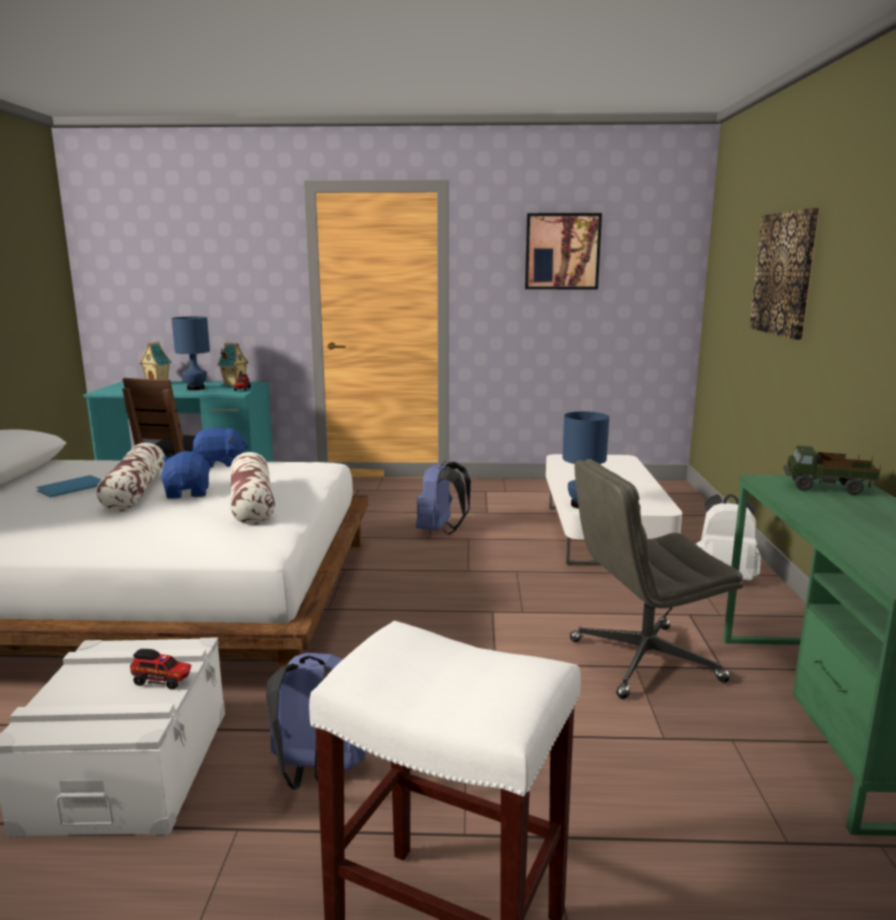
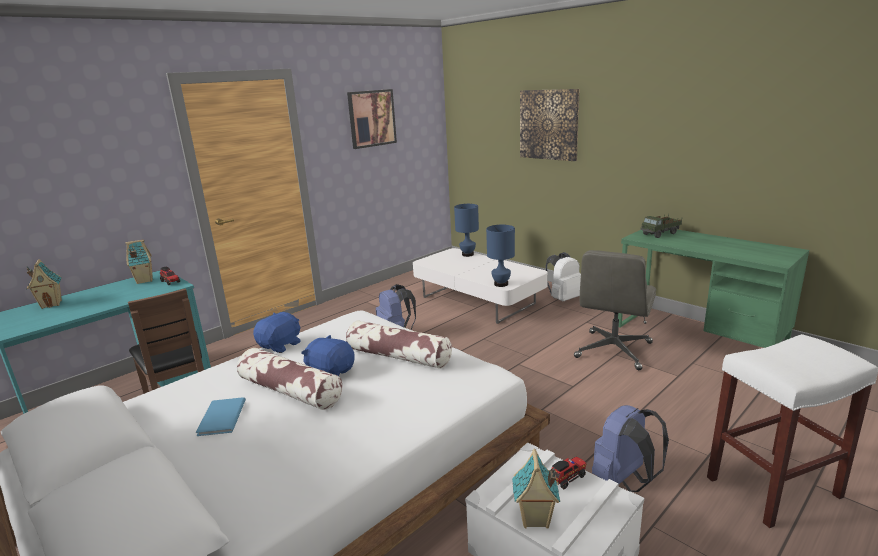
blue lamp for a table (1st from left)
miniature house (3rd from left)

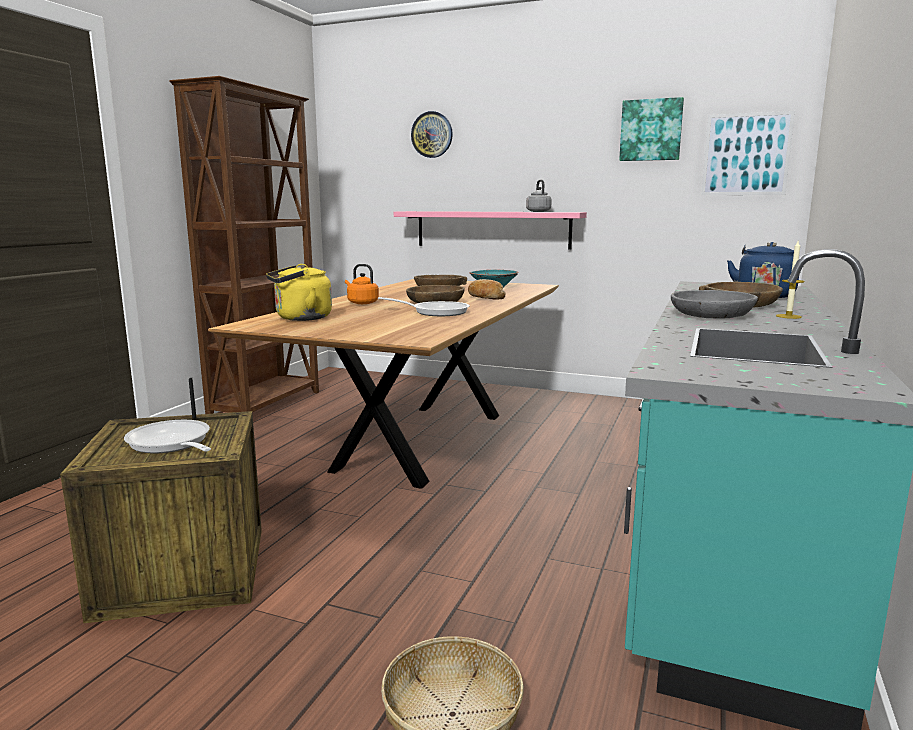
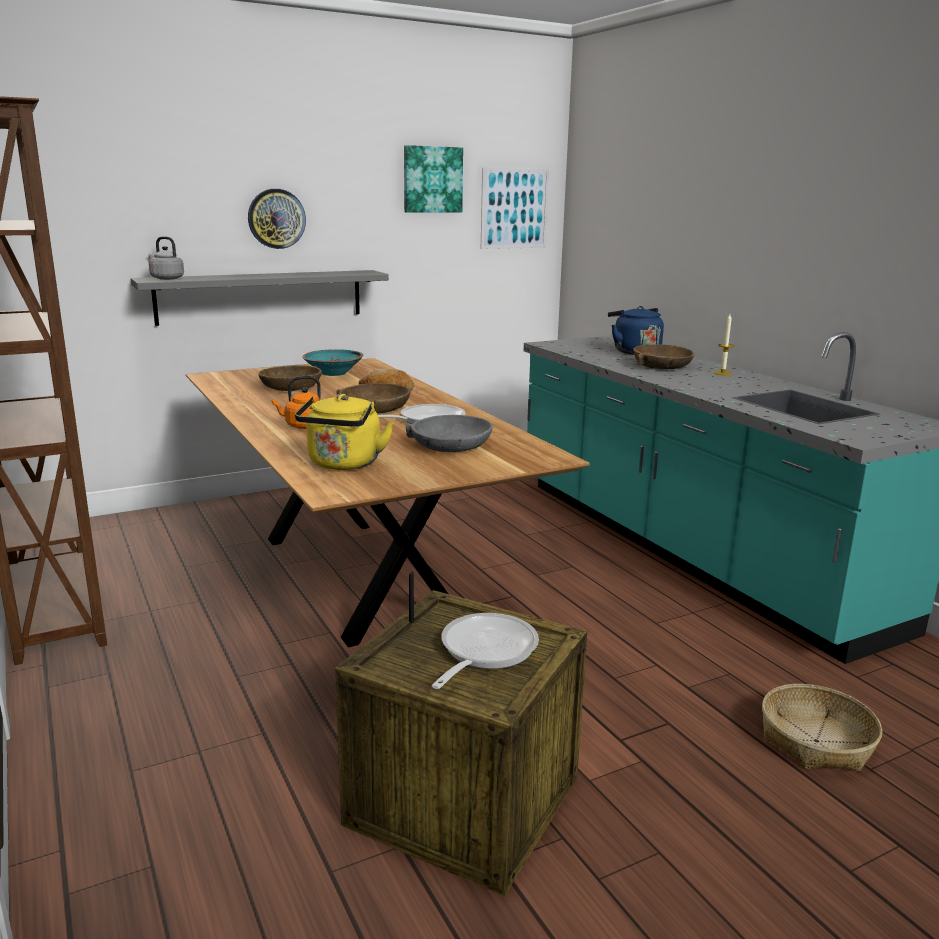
wall clock
greyish water kettle
greyish wall shelf
greyish bowl
skillet (2nd from left)

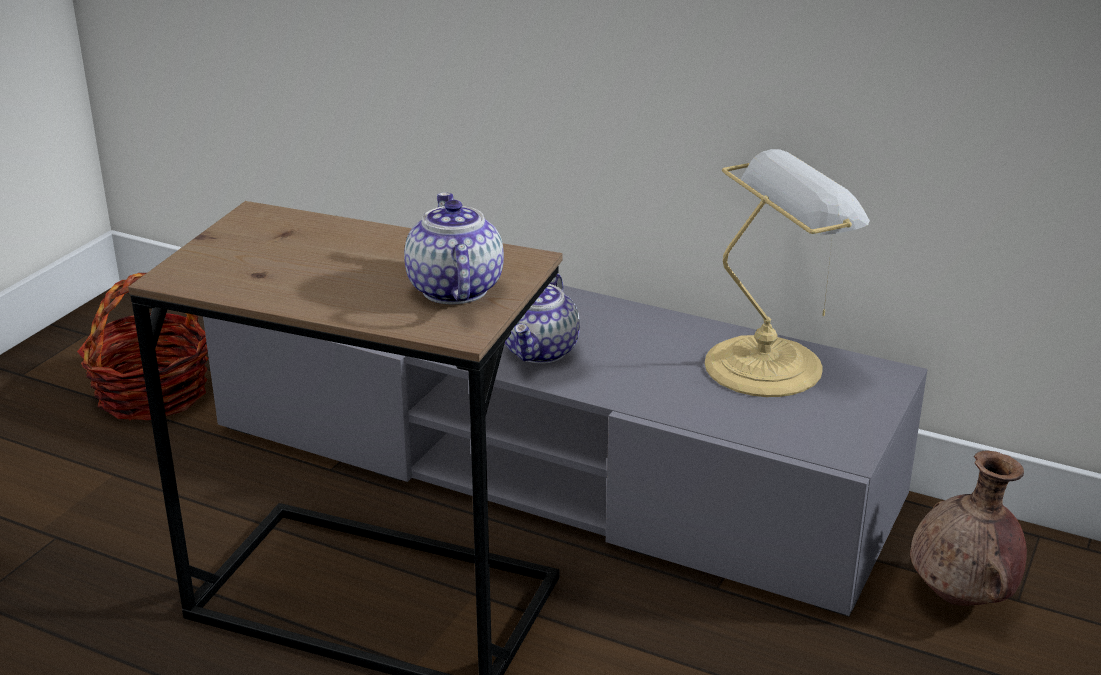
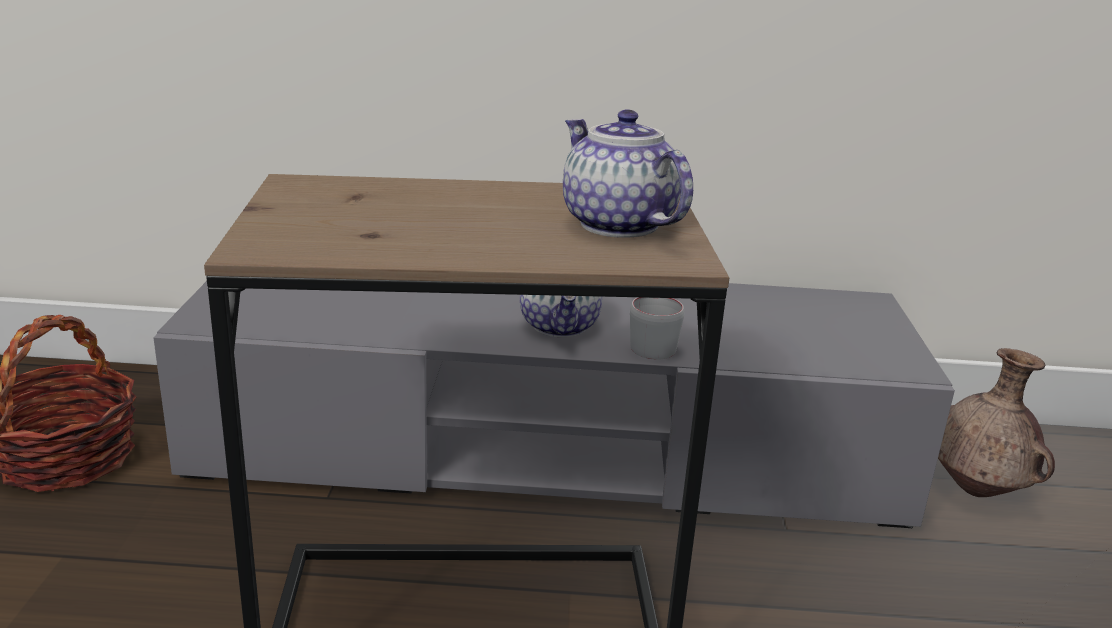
lamp for a table
greyish tea mug

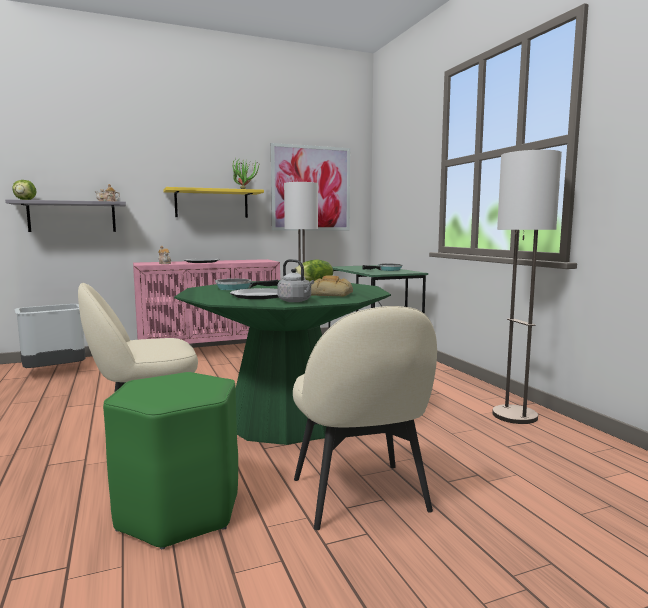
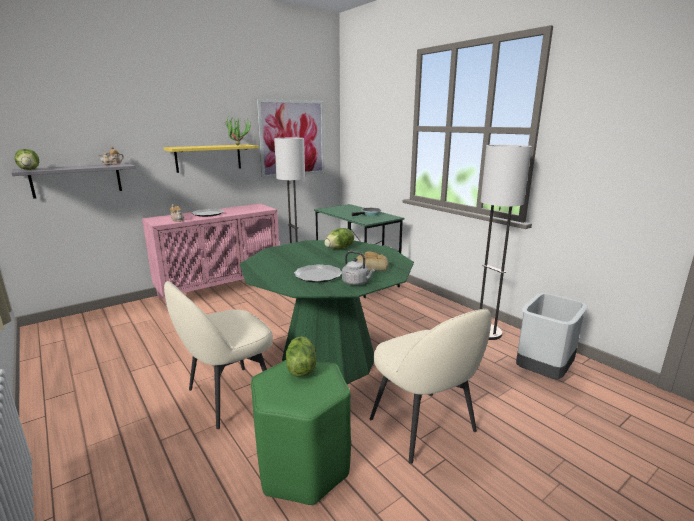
skillet (1st from left in the first image)
greyish rubbish bin
head of lettuce (2nd from left)

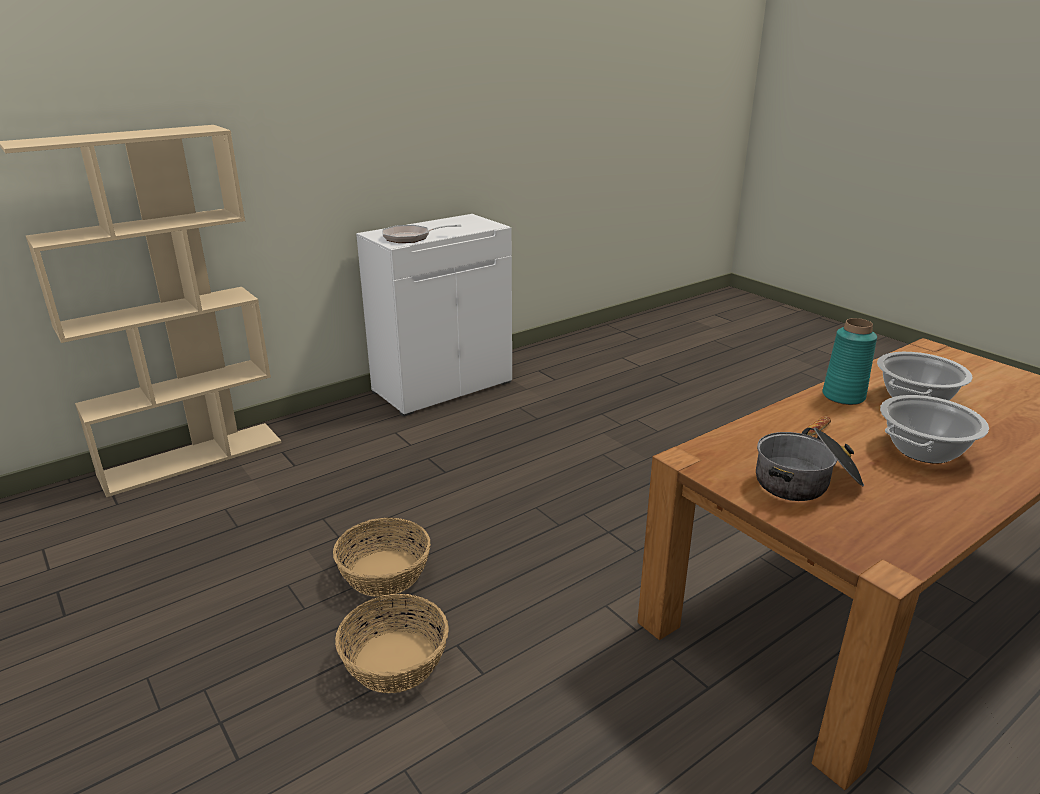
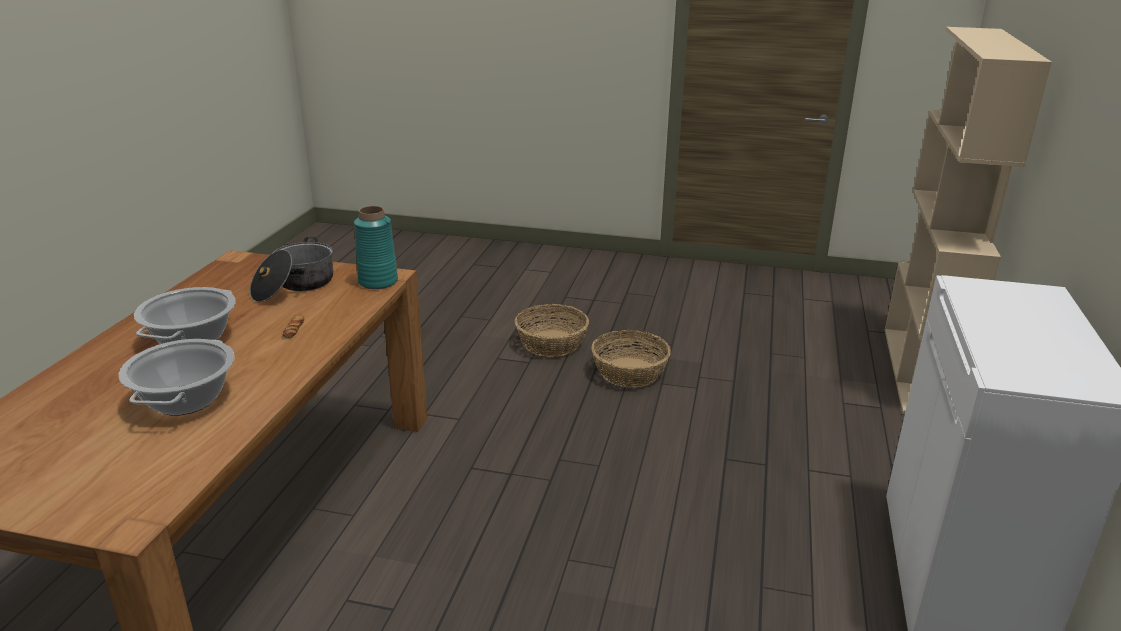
skillet
blue-green decorative vase

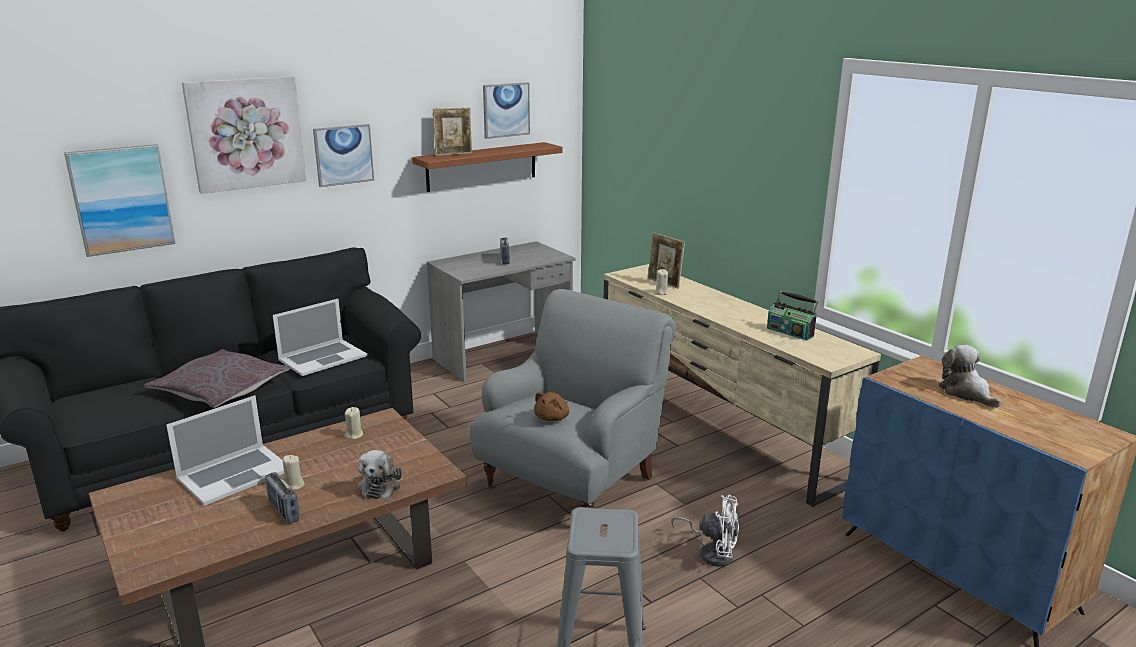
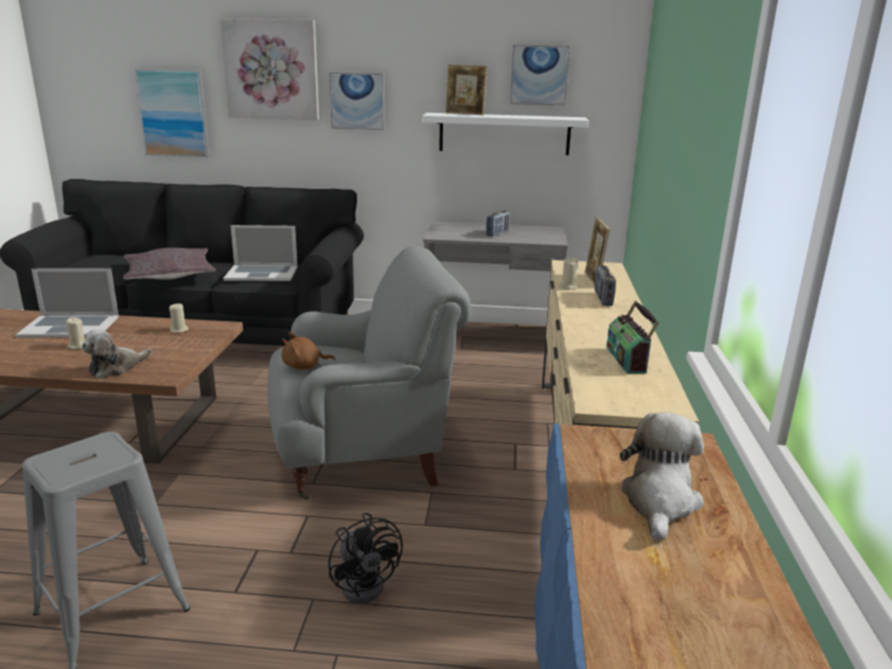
white wall shelf
radio receiver (2nd from left)
black-coloured fan

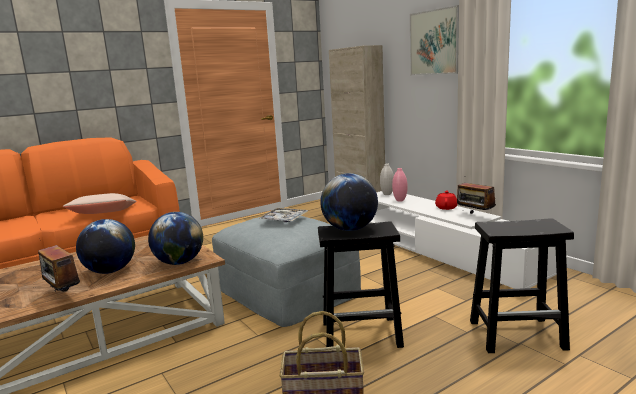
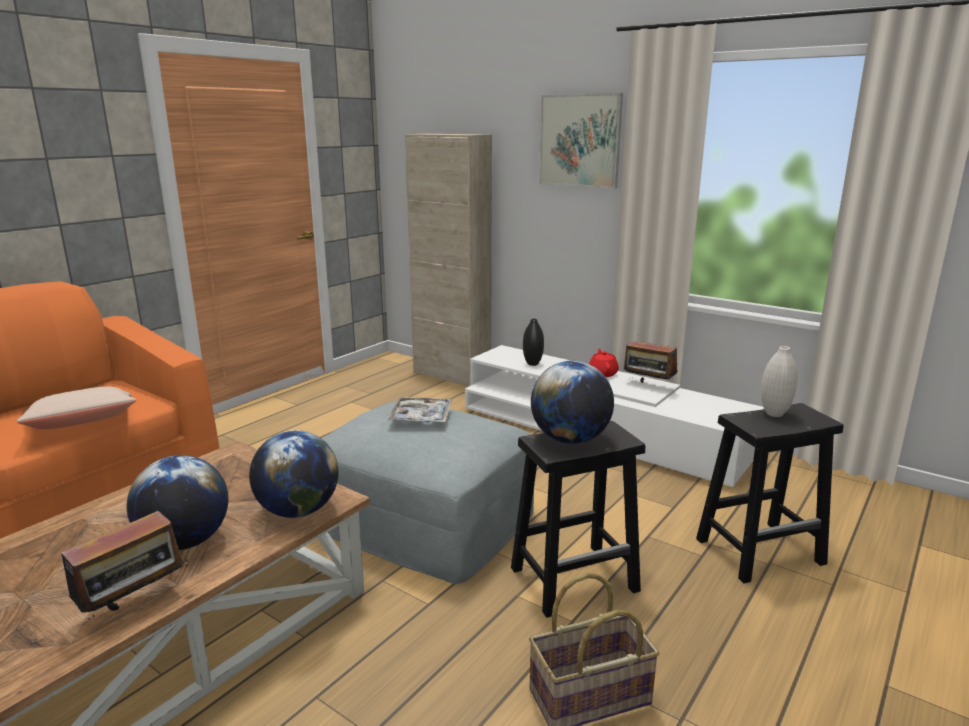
white decorative vase
black-coloured decorative vase
radio receiver (1st from left)

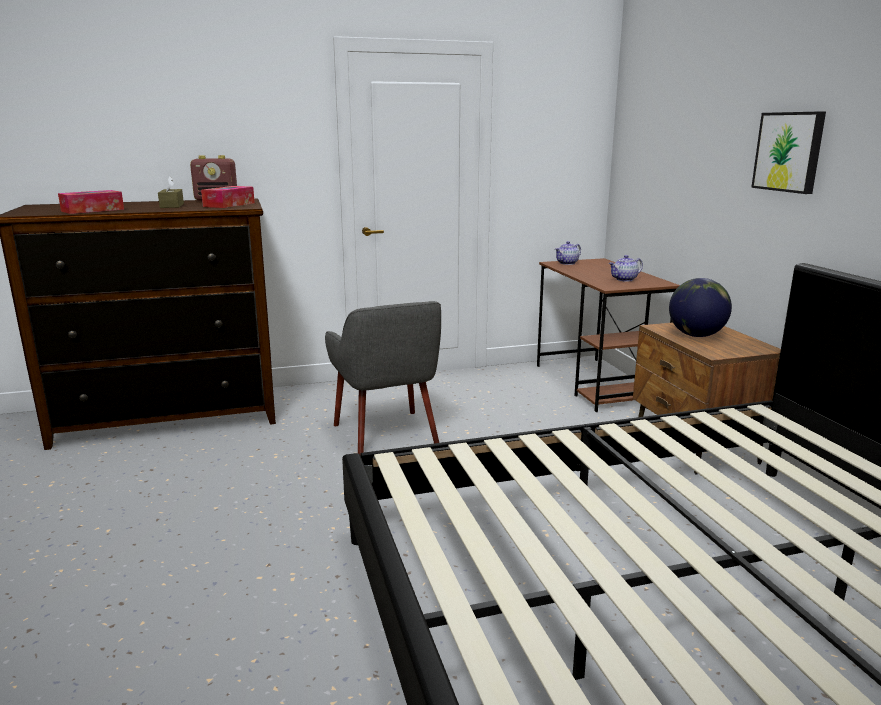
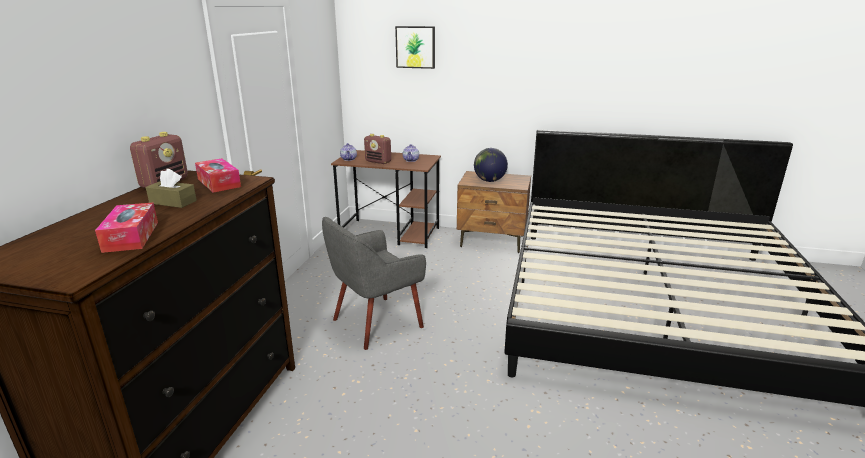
wall picture
greyish armchair
radio receiver (2nd from left)

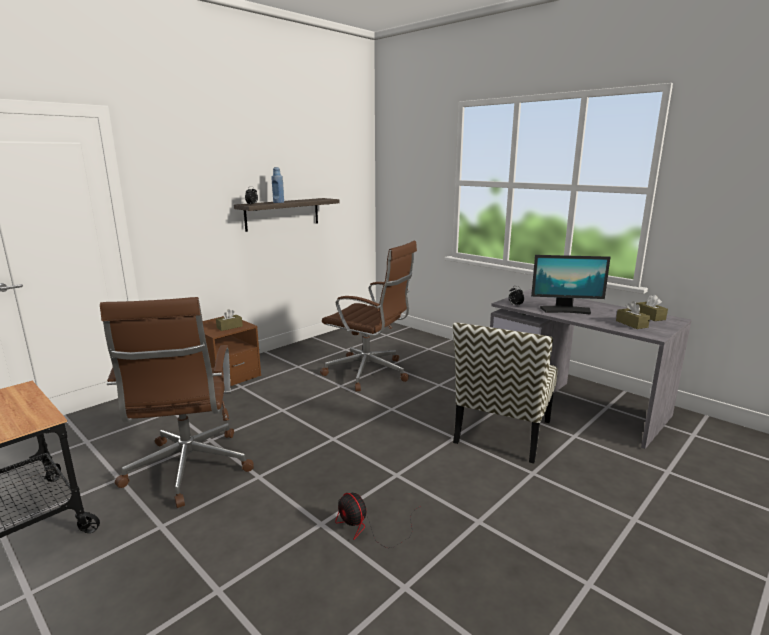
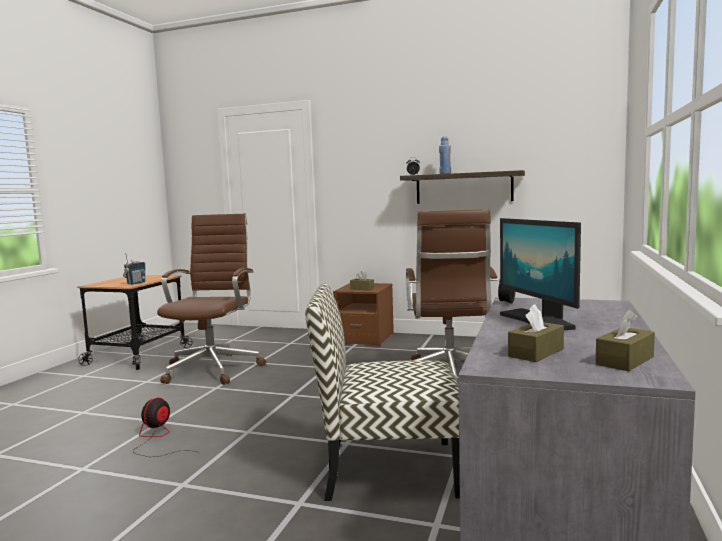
brownish desk chair (1st from left)
radio receiver

